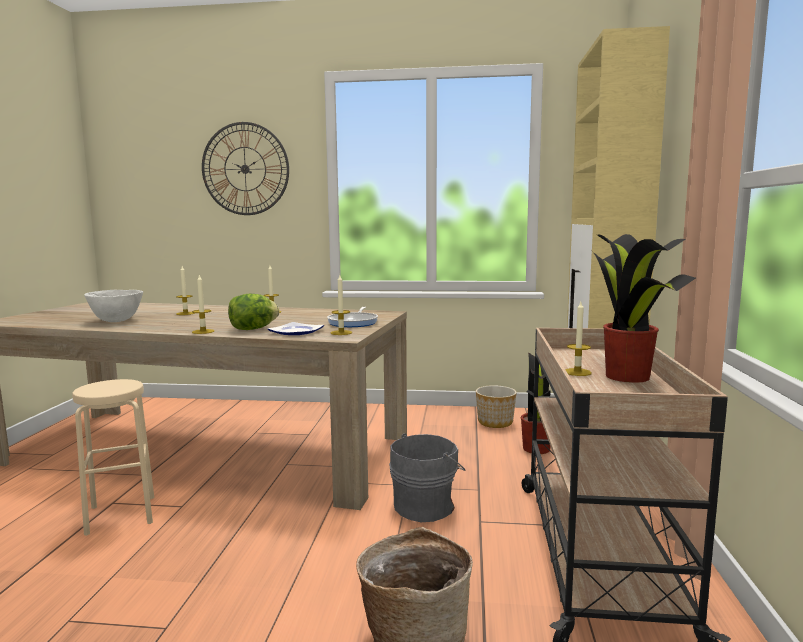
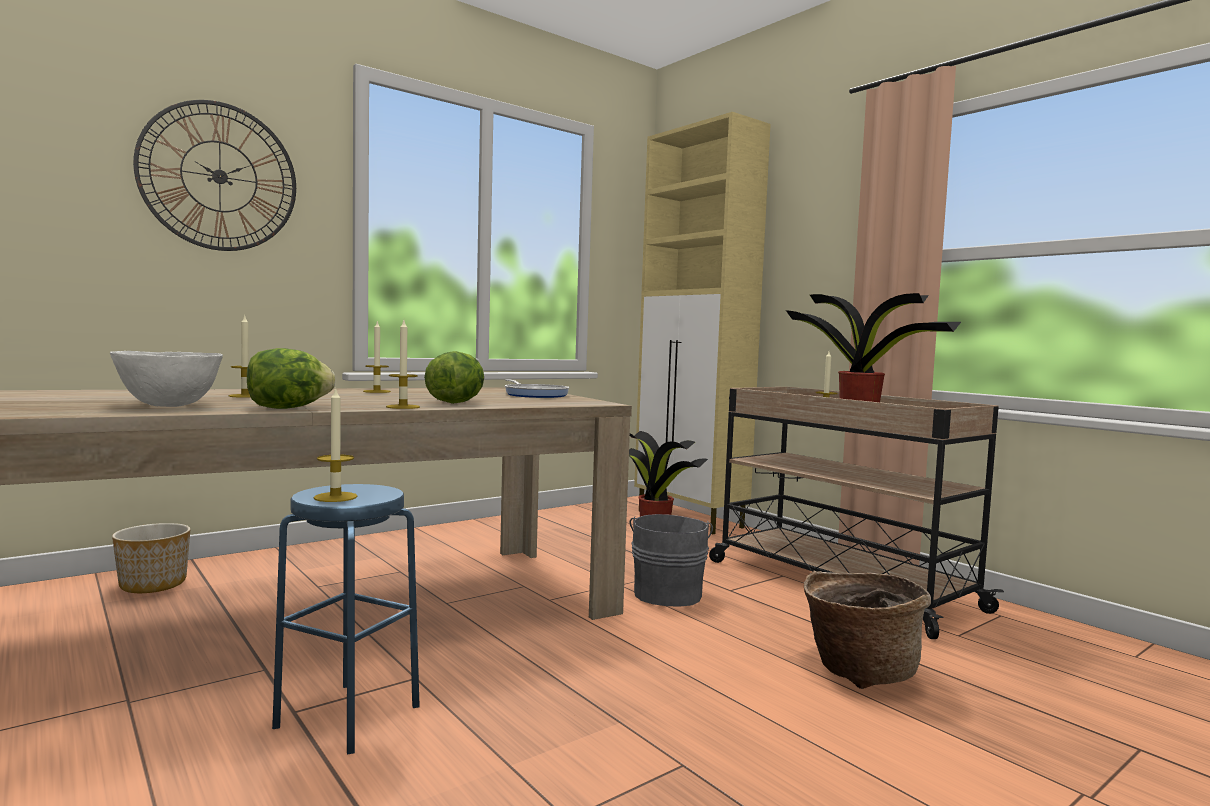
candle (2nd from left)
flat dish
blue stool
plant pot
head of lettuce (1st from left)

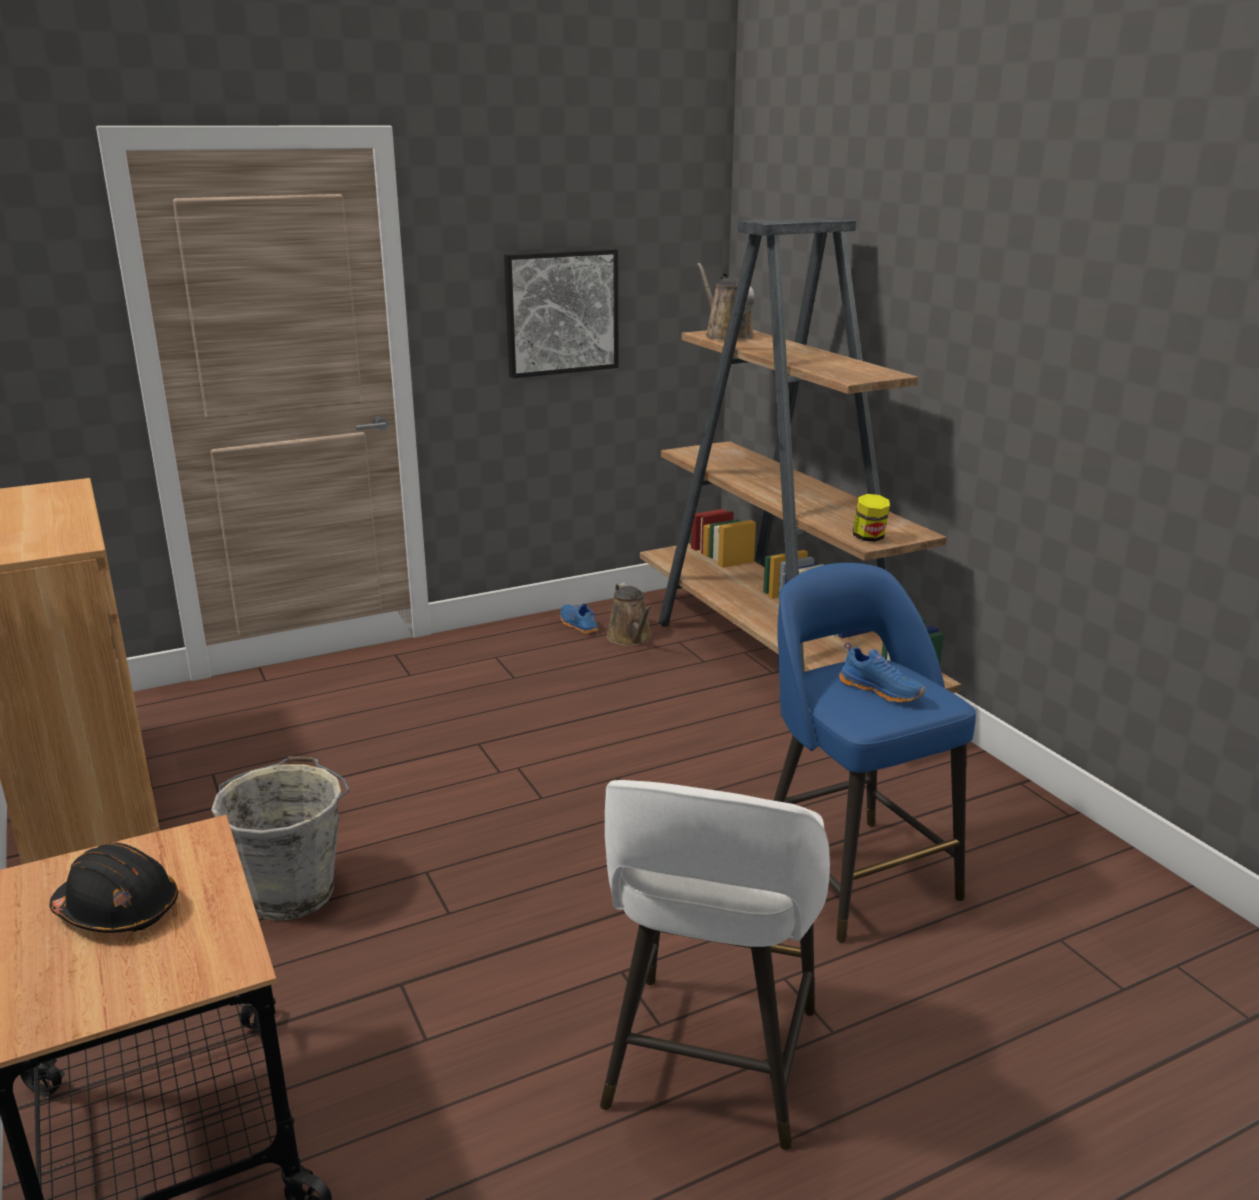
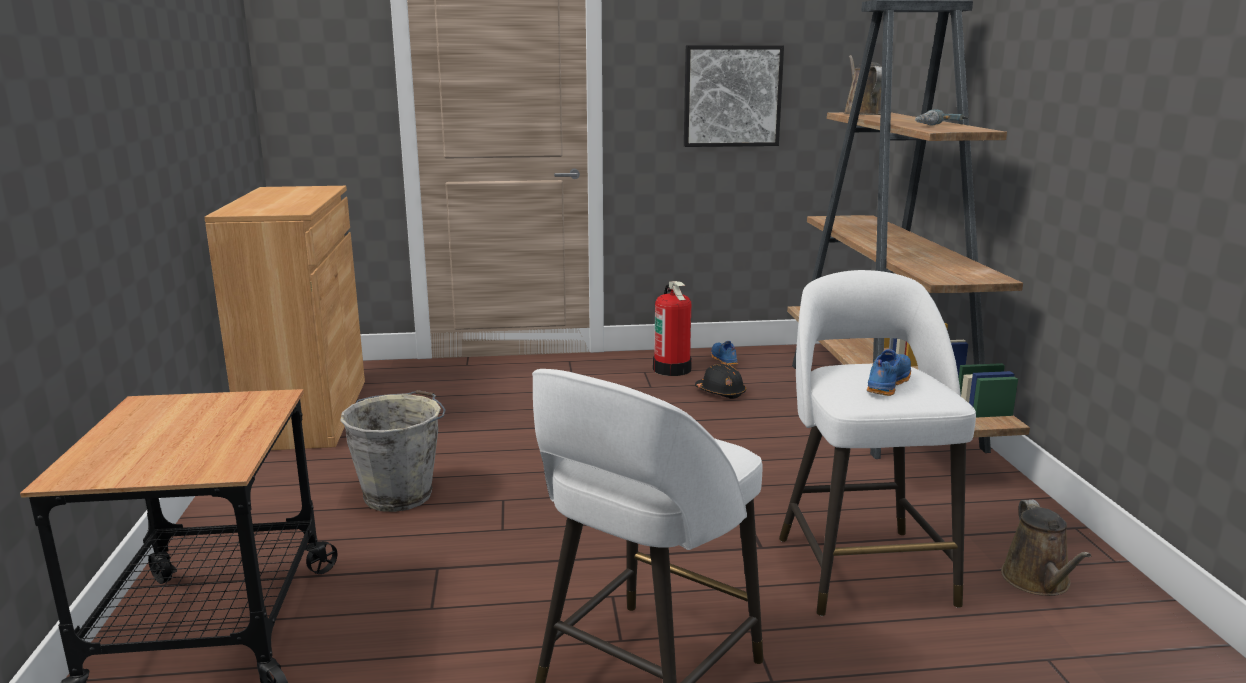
jar
white stool (2nd from left)
brownish watering can (2nd from left)
blue item of footwear (2nd from left)
black-coloured safety helmet
electric drill
extinguisher

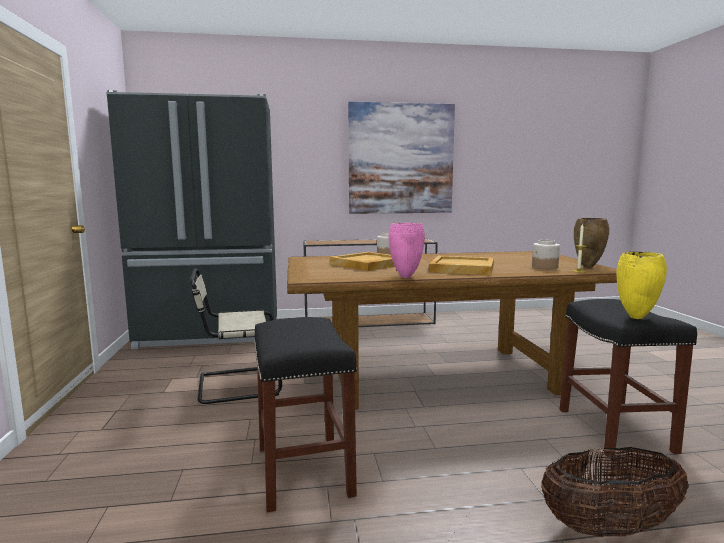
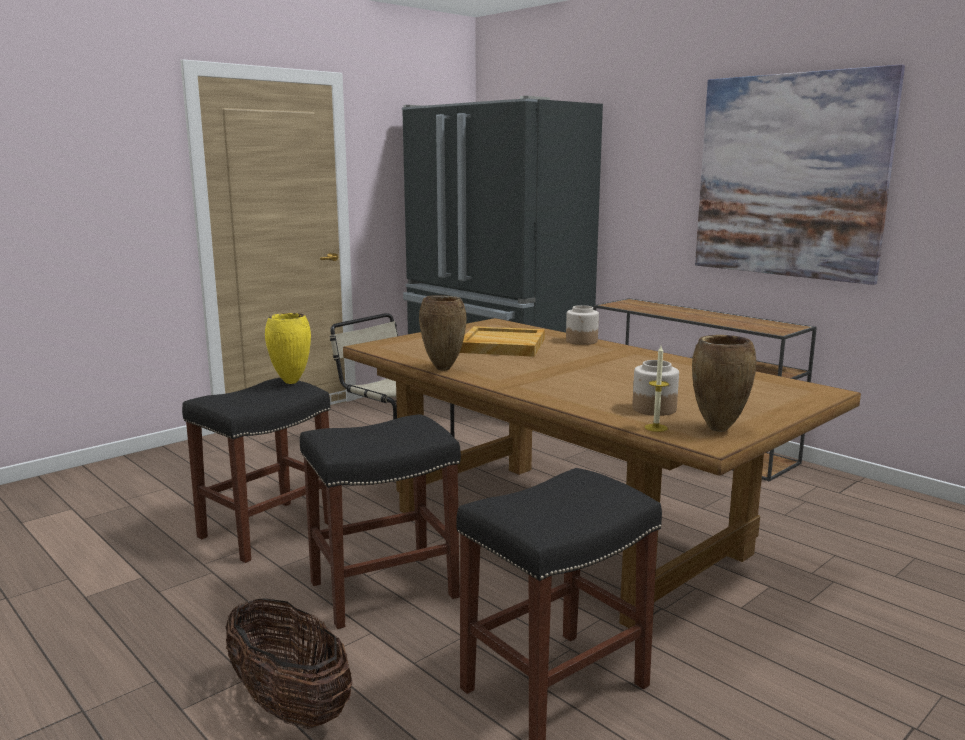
brownish decorative vase (1st from left)
yellowish decorative vase
sand-coloured carrying tray (2nd from left in the first image)
black-coloured stool (2nd from left)

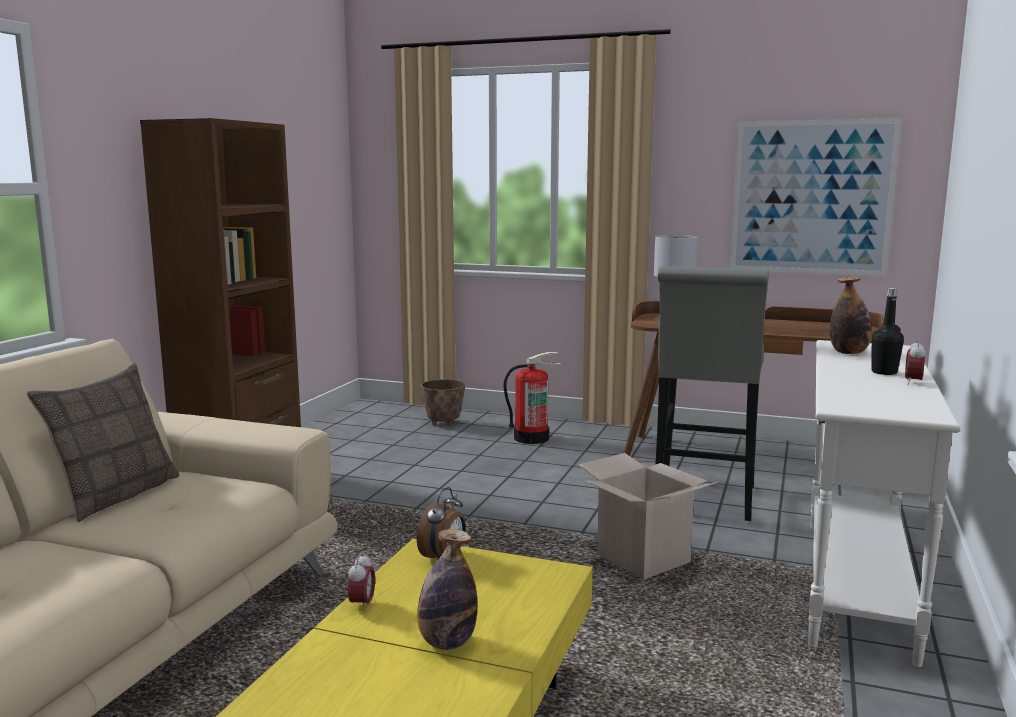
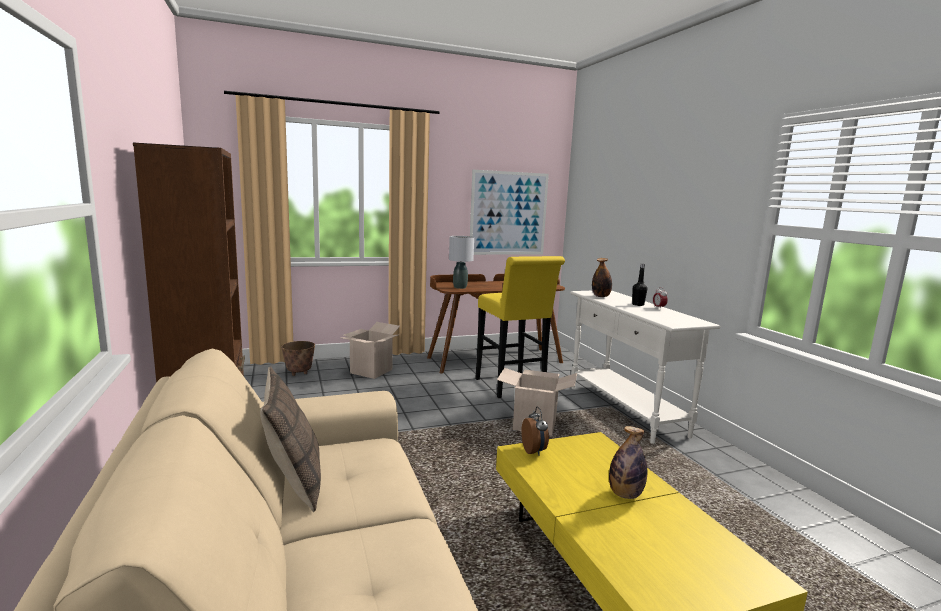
yellowish stool
carton (1st from left)
bedside clock (1st from left in the first image)

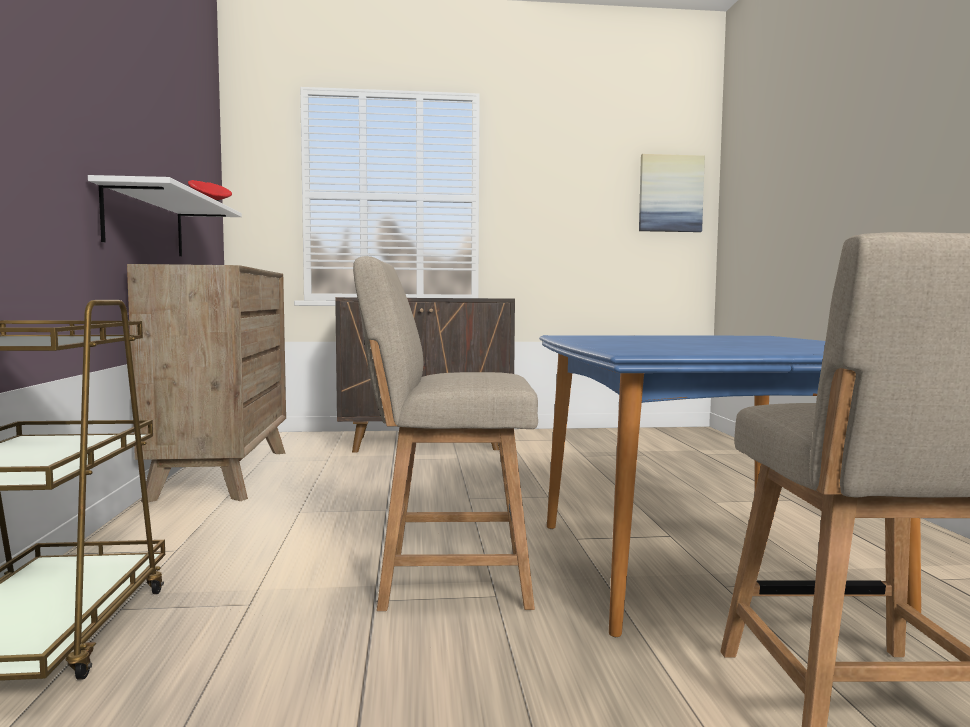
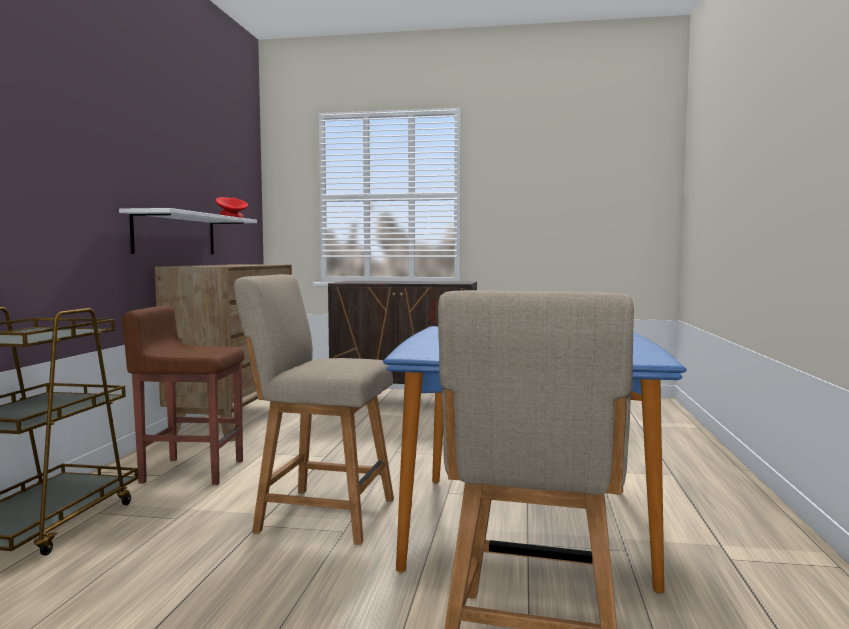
wall picture
brownish stool

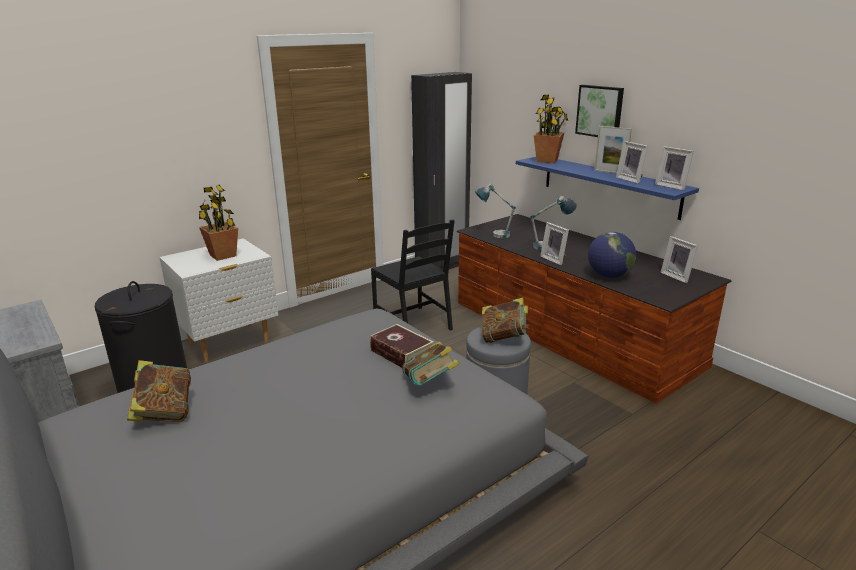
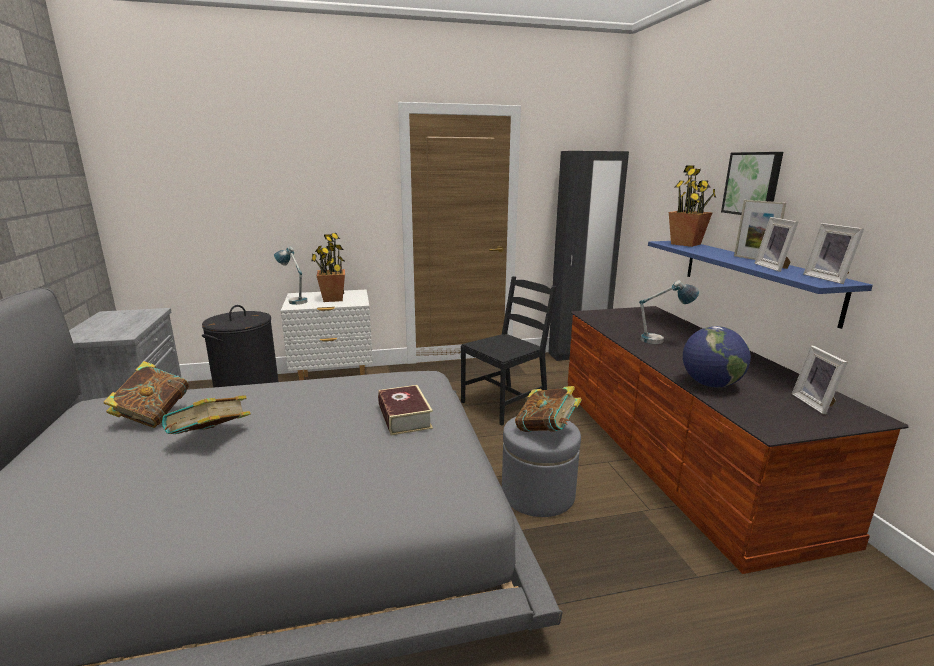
lamp for a table (1st from left)
black-coloured plain chair
picture frame (1st from left in the first image)
bound book (2nd from left)

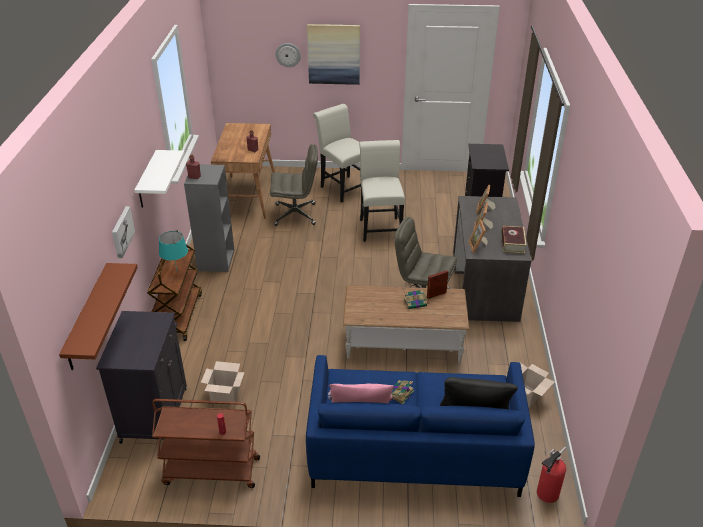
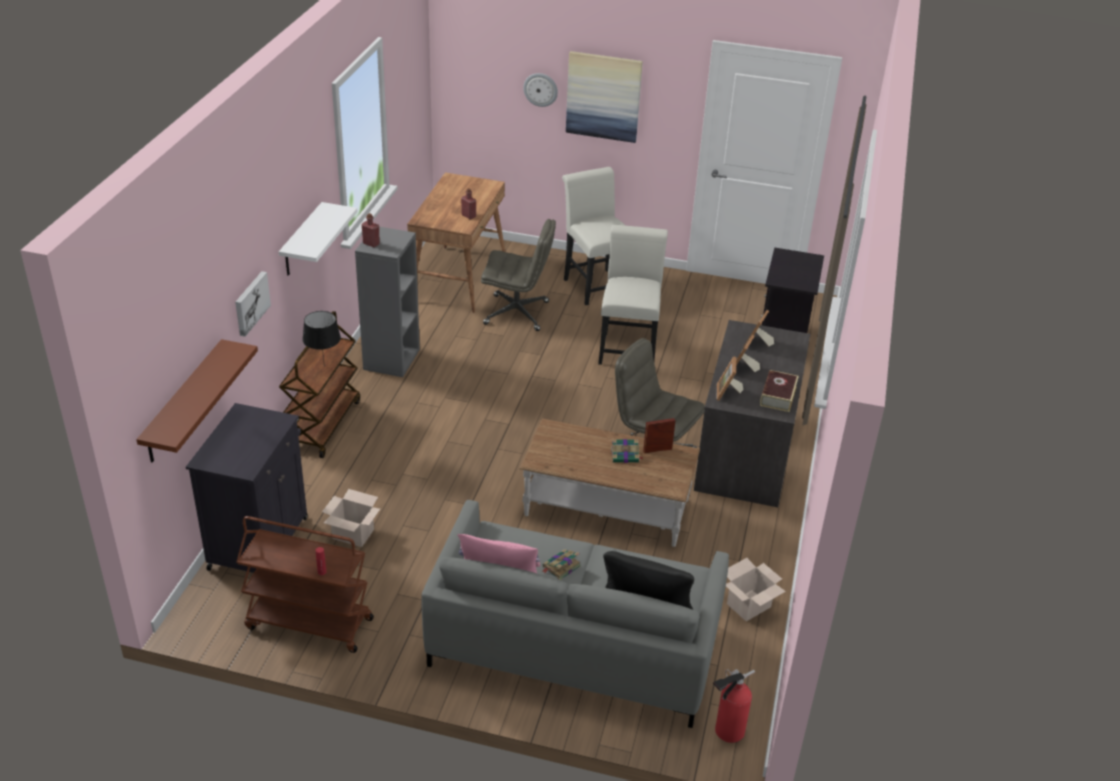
black-coloured lamp for a table
greyish settee

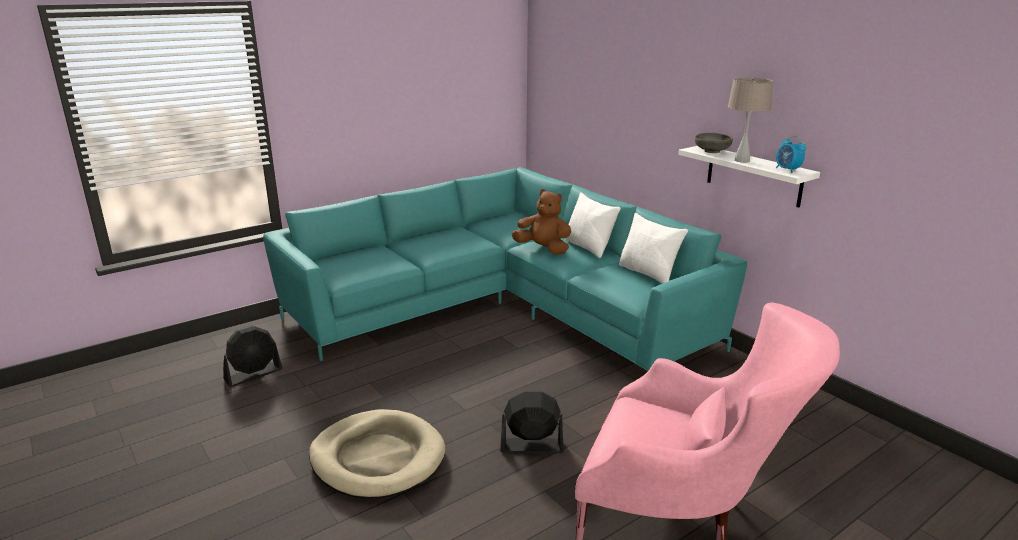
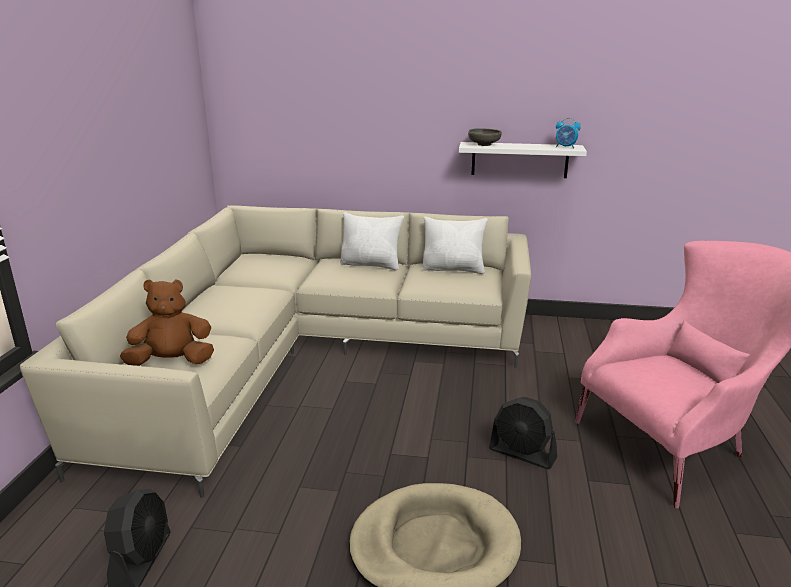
sand-coloured lamp for a table
sand-coloured settee
brownish soft toy
black-coloured fan (2nd from left)

